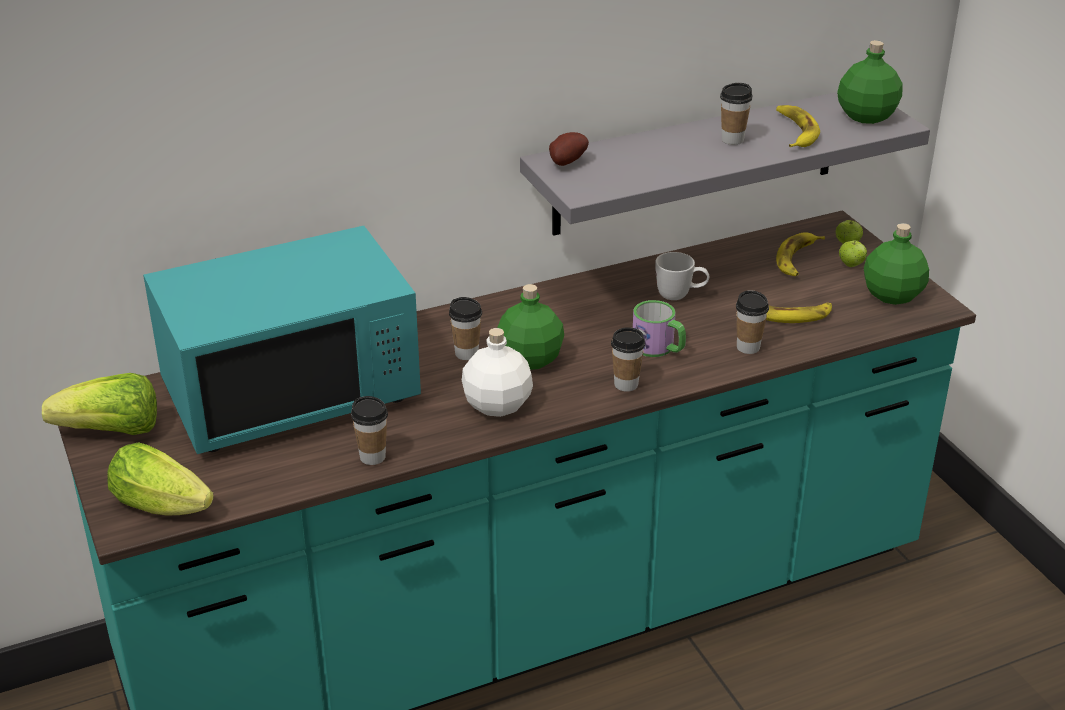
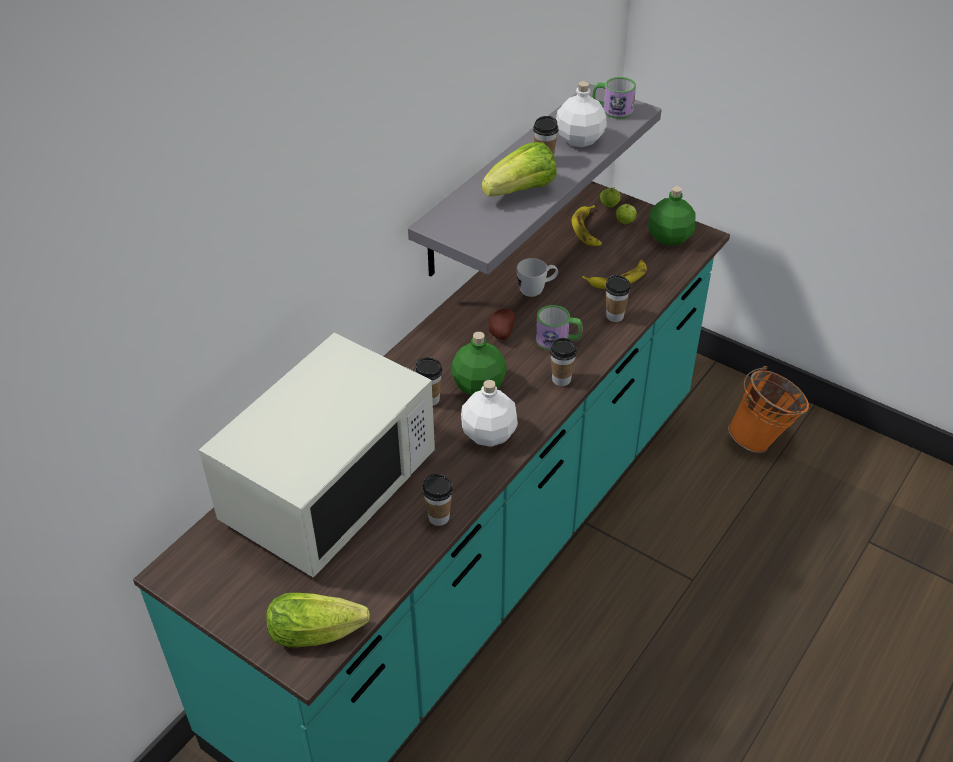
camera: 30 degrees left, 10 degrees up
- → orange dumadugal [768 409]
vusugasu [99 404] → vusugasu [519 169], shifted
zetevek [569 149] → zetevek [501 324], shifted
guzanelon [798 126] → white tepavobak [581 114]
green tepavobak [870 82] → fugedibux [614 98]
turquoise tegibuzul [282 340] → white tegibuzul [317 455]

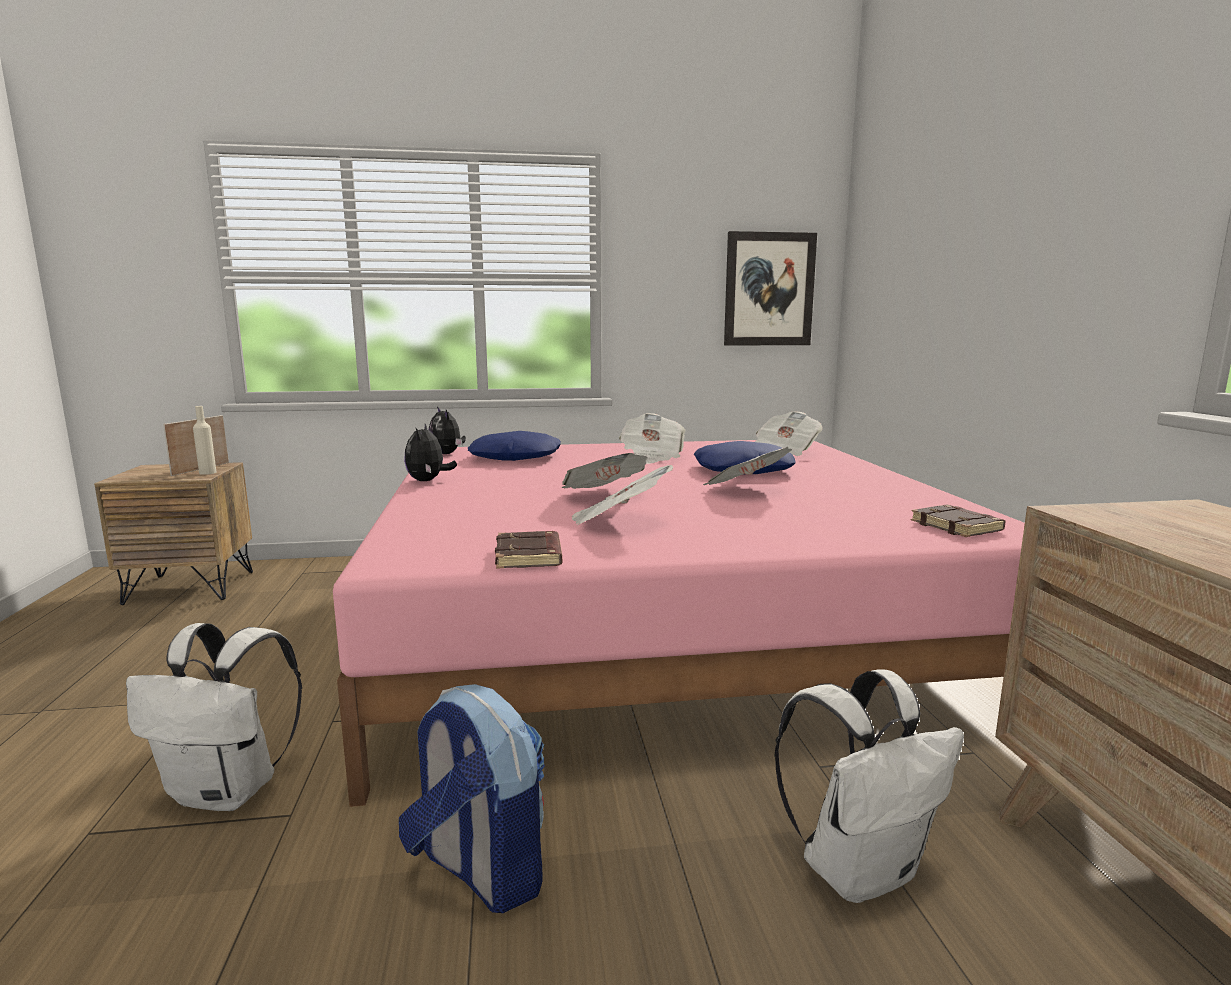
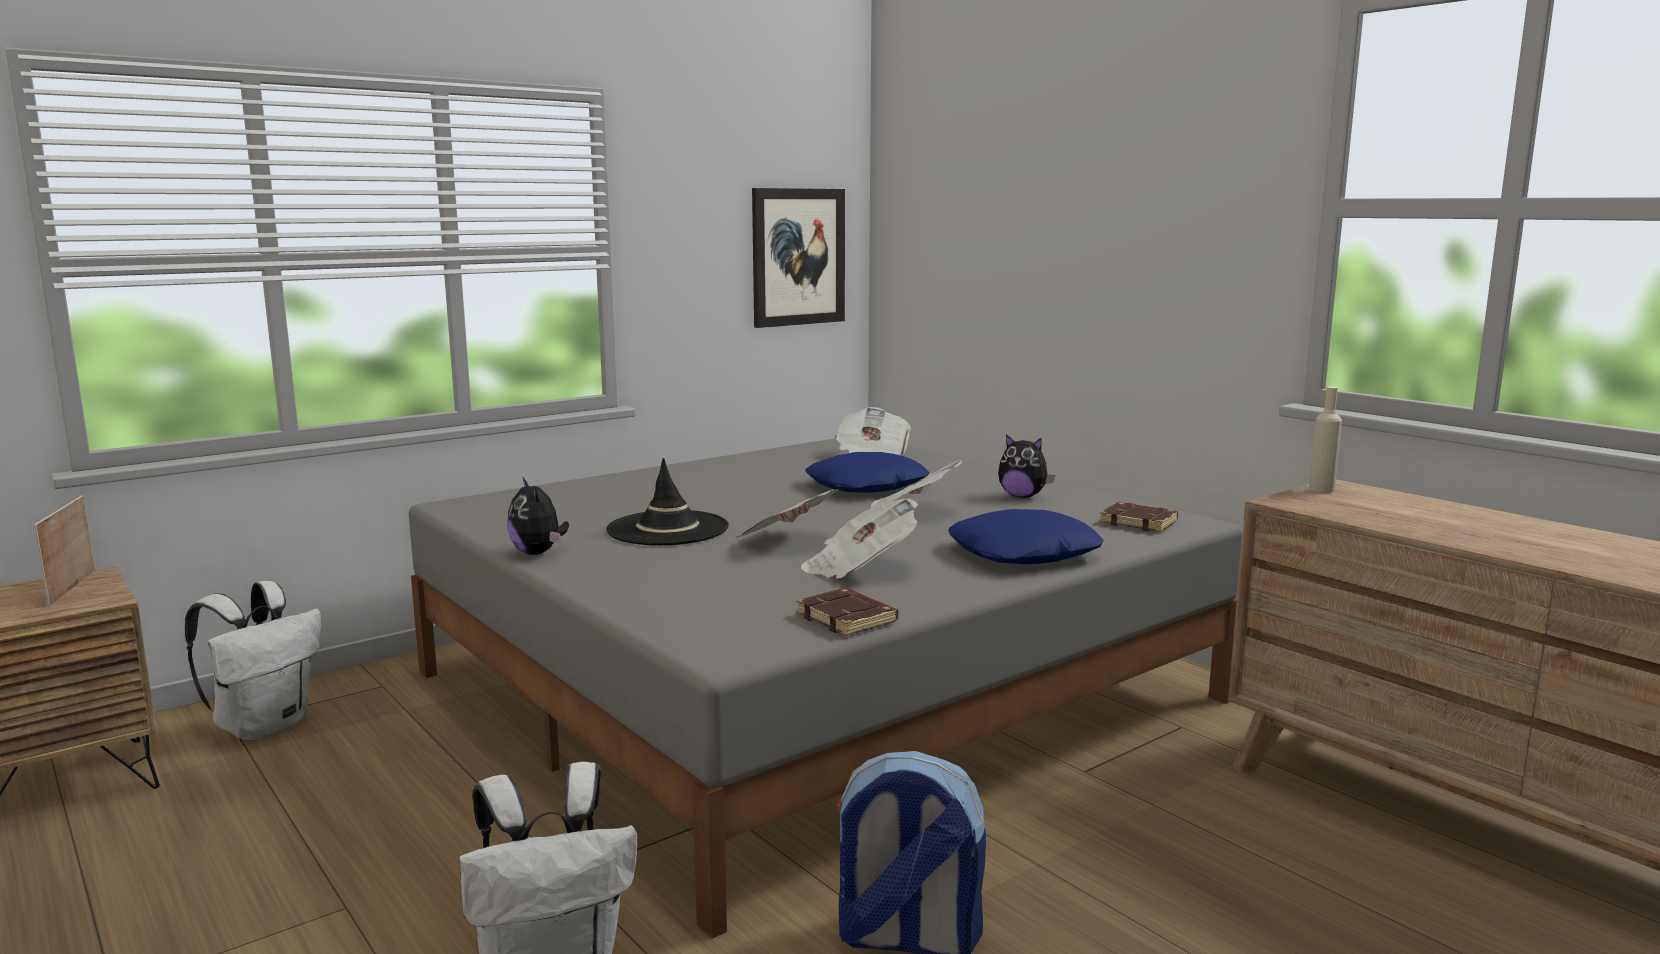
camera: 30 degrees left, 0 degrees up
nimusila [652 438] → -
- → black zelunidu [667 501]
beige tepavobak [205 440] → beige tepavobak [1325 440], shifted
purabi [447 430] → purabi [1026 466], shifted
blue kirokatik [514 446] → blue kirokatik [1025 536], shifted
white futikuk [869 786] → white futikuk [253 660], shifted
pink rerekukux [679 623] → grey rerekukux [826 688]

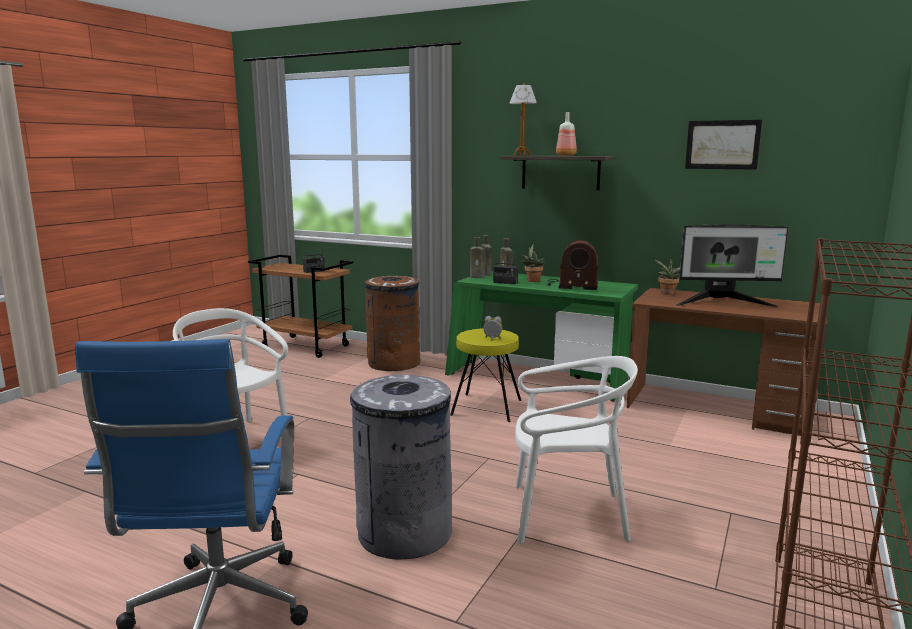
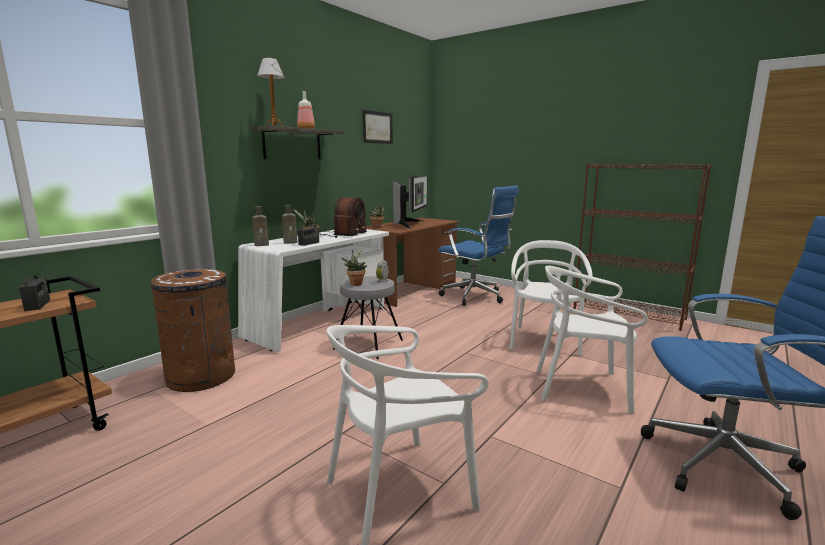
camera: 80 degrees left, 0 degrees up
brown tepavobak [477 257] → -
- → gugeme [354 266]
- → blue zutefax [478 246]
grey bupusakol [401 467] → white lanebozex [592 340]
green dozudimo [541 336] → white dozudimo [313 290]
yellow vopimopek [485 375] → grey vopimopek [368 317]

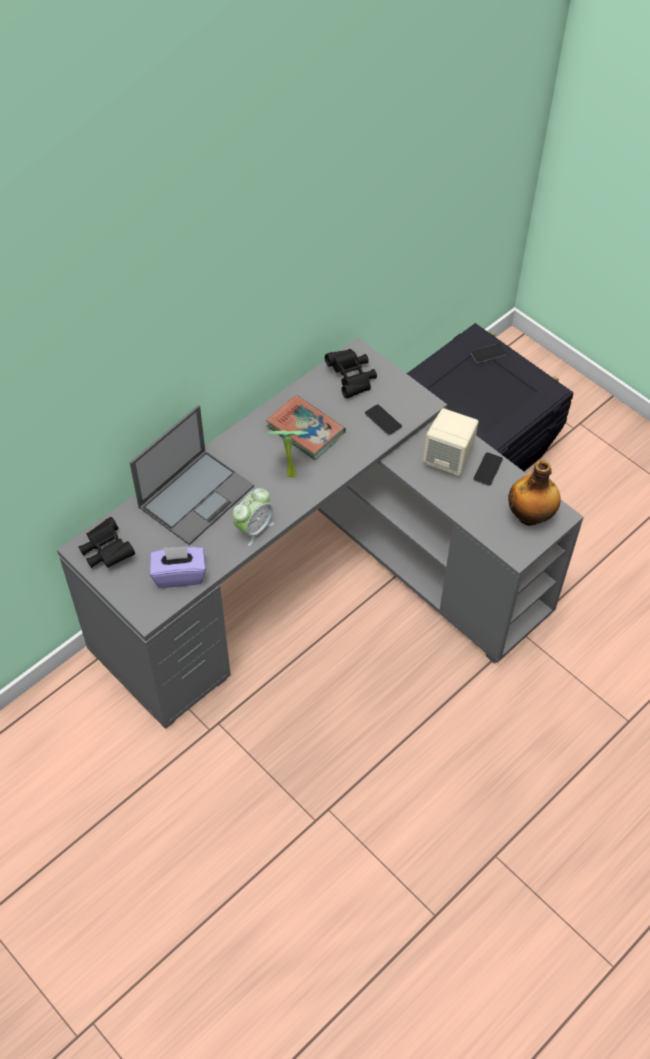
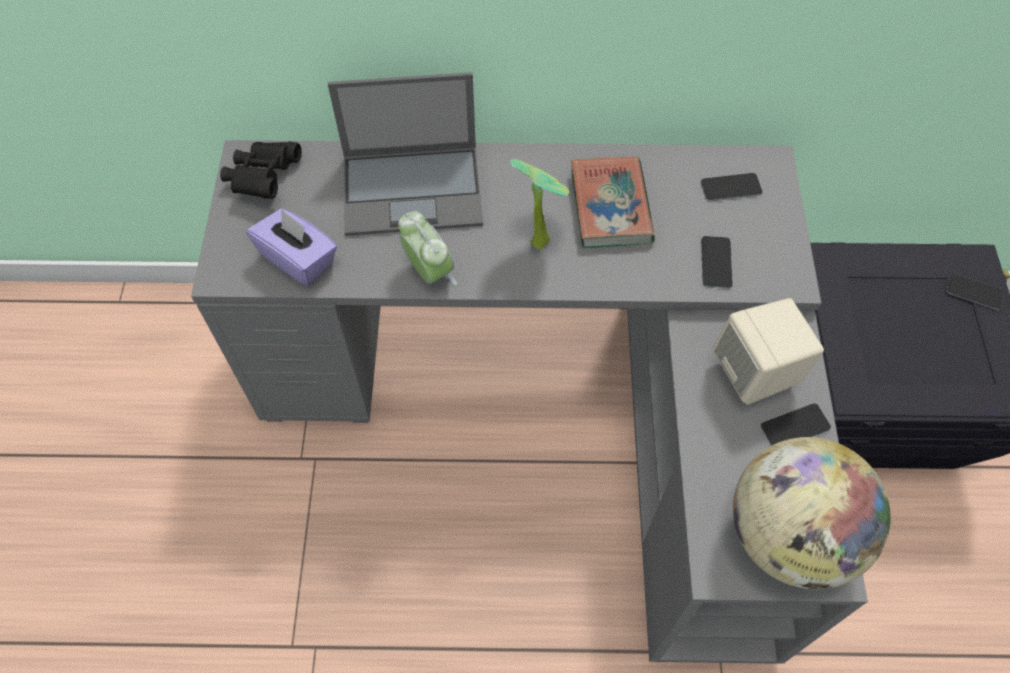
camera: 45 degrees right, 5 degrees up
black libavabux [351 373] → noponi [731 187]
tepavobak [534 493] → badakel [812 513]
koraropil [253 517] → koraropil [427 248], 120 degrees counterclockwise

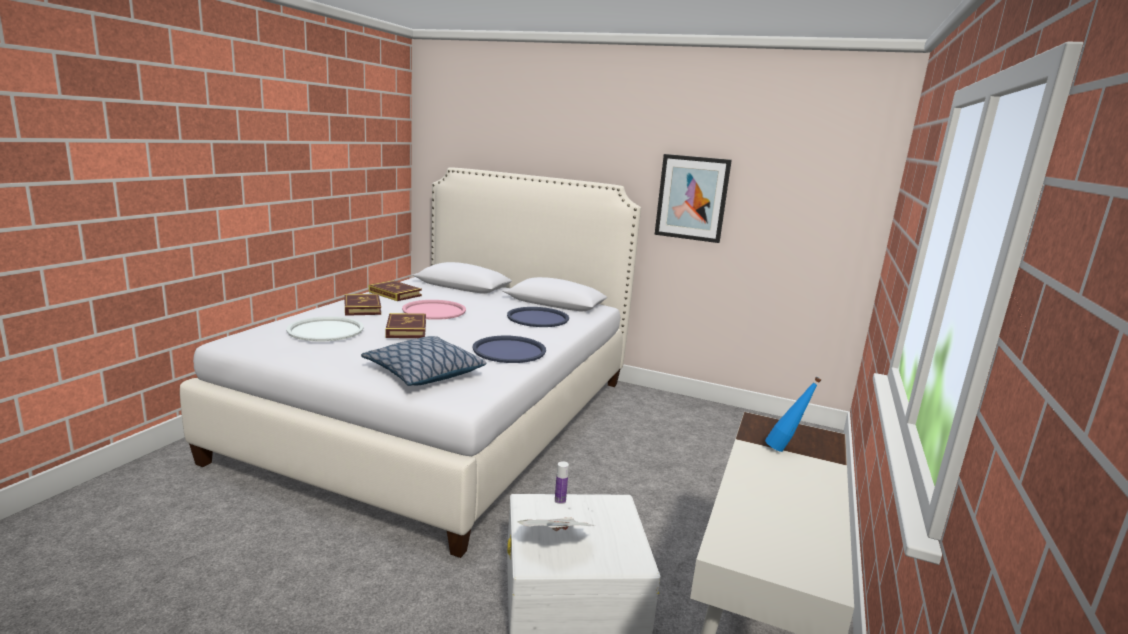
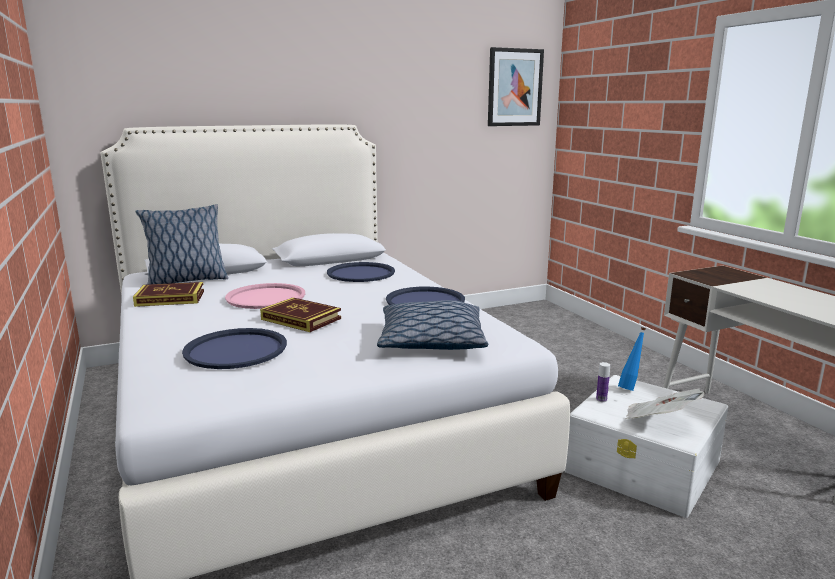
camera: 45 degrees left, 0 degrees up
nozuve [362 305] → -
- → kirokatik [181 244]
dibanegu [693 198] → dibanegu [516 86], shifted
blue tepavobak [793 414] → blue tepavobak [632 359], shifted
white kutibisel [325 328] → blue kutibisel [234 348]

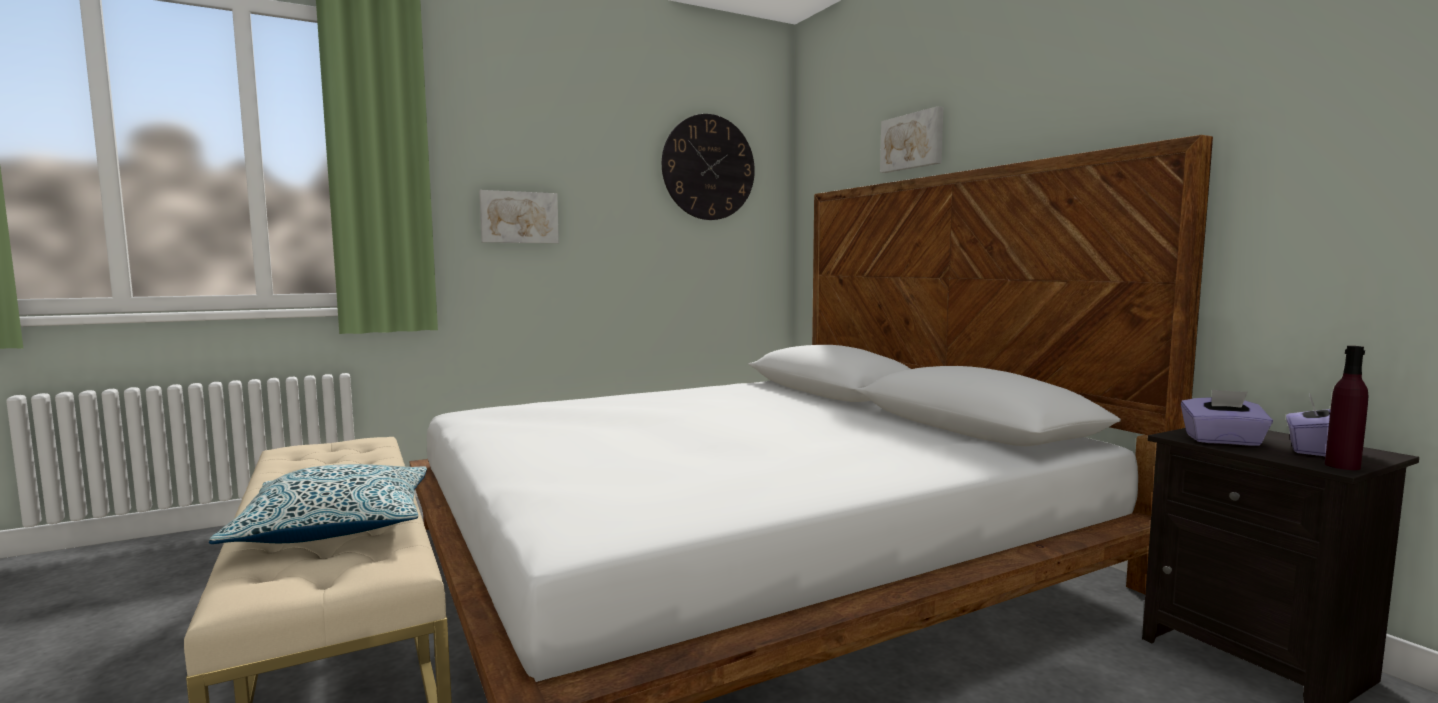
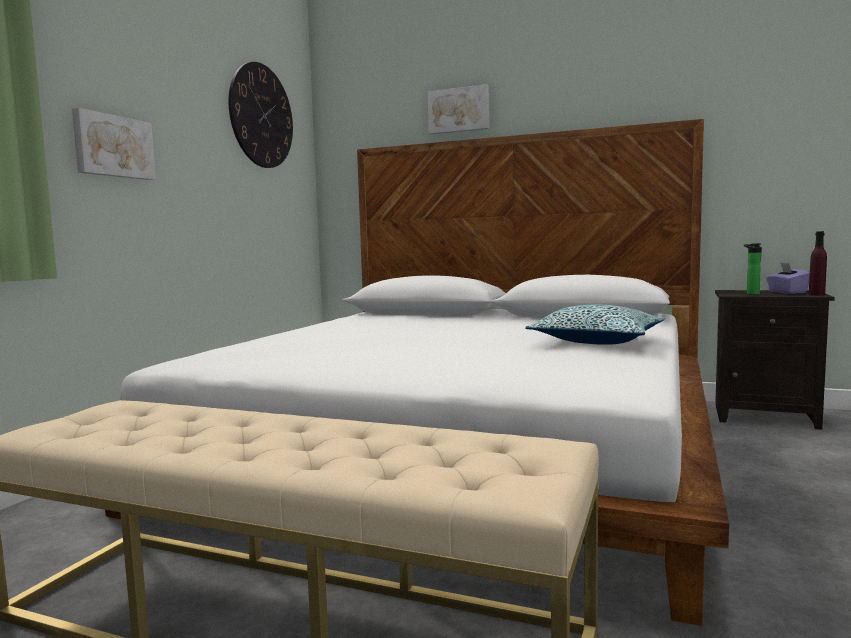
camera: 40 degrees left, 0 degrees up
kirokatik [318 504] → kirokatik [595 325], shifted
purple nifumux [1227 417] → tepavobak [753 269]

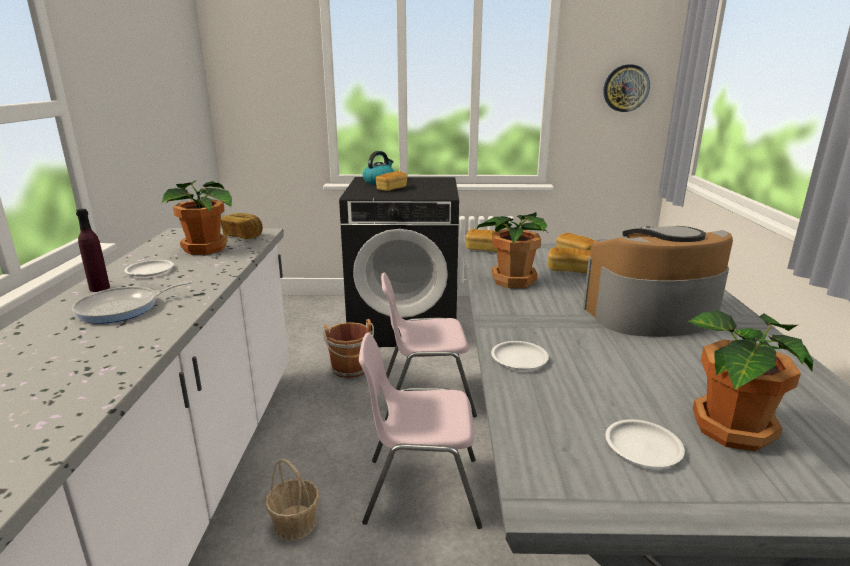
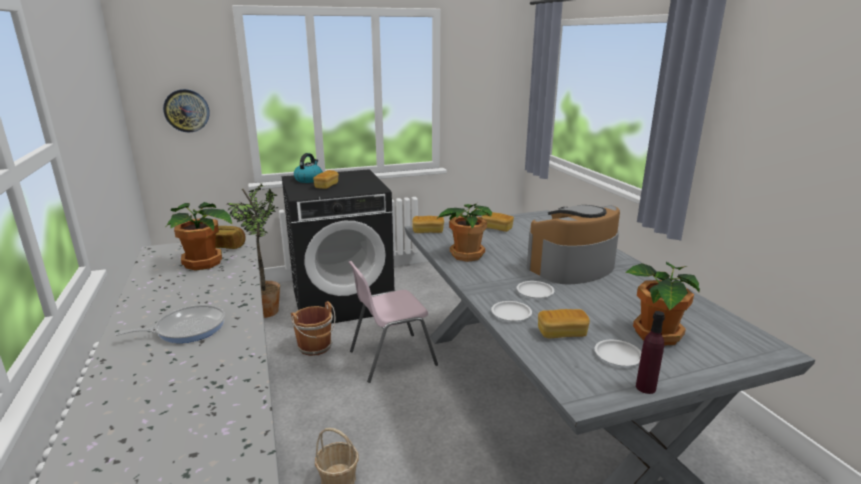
camera: 20 degrees left, 0 degrees up
pink lanebozex [420 431] → -
- → gugeme [253 250]
purple tepavobak [93 250] → purple tepavobak [650 352], shifted
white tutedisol [149 268] → white tutedisol [535 289], shifted
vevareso [569 260] → vevareso [564 323], shifted
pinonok [626 88] → pinonok [186 110], shifted
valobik [132 302] → valobik [170 324], 150 degrees counterclockwise

